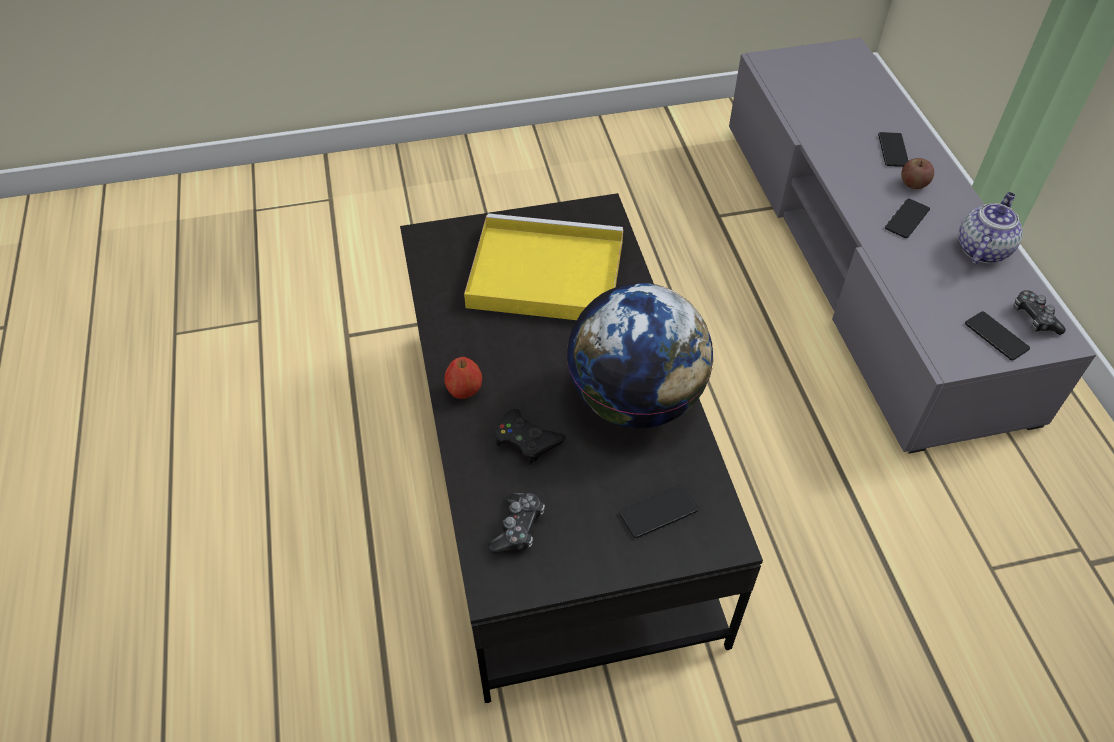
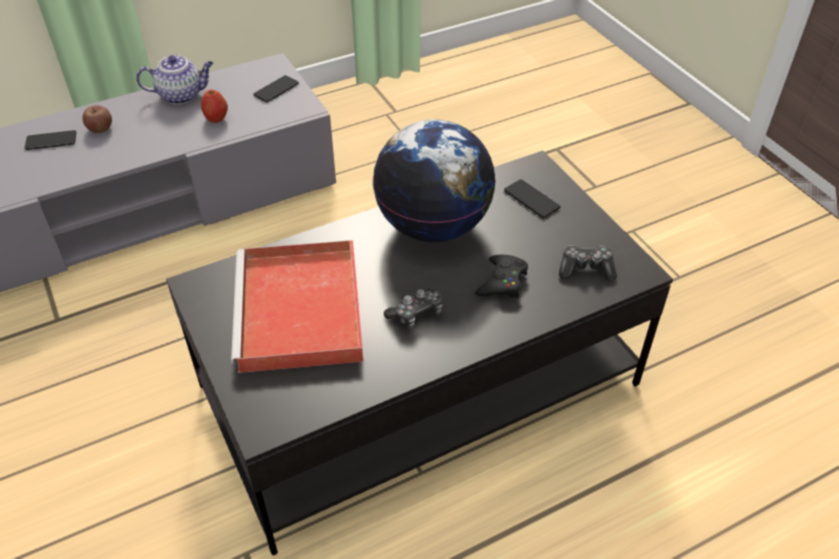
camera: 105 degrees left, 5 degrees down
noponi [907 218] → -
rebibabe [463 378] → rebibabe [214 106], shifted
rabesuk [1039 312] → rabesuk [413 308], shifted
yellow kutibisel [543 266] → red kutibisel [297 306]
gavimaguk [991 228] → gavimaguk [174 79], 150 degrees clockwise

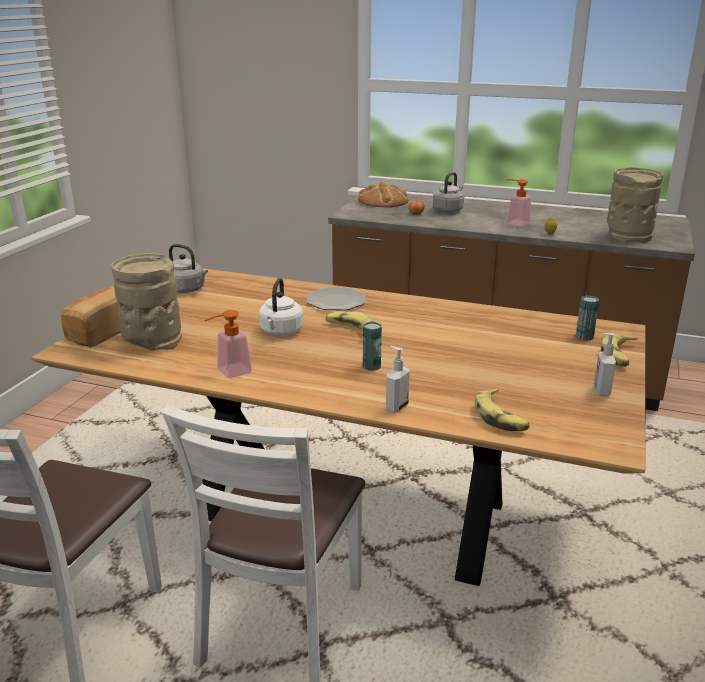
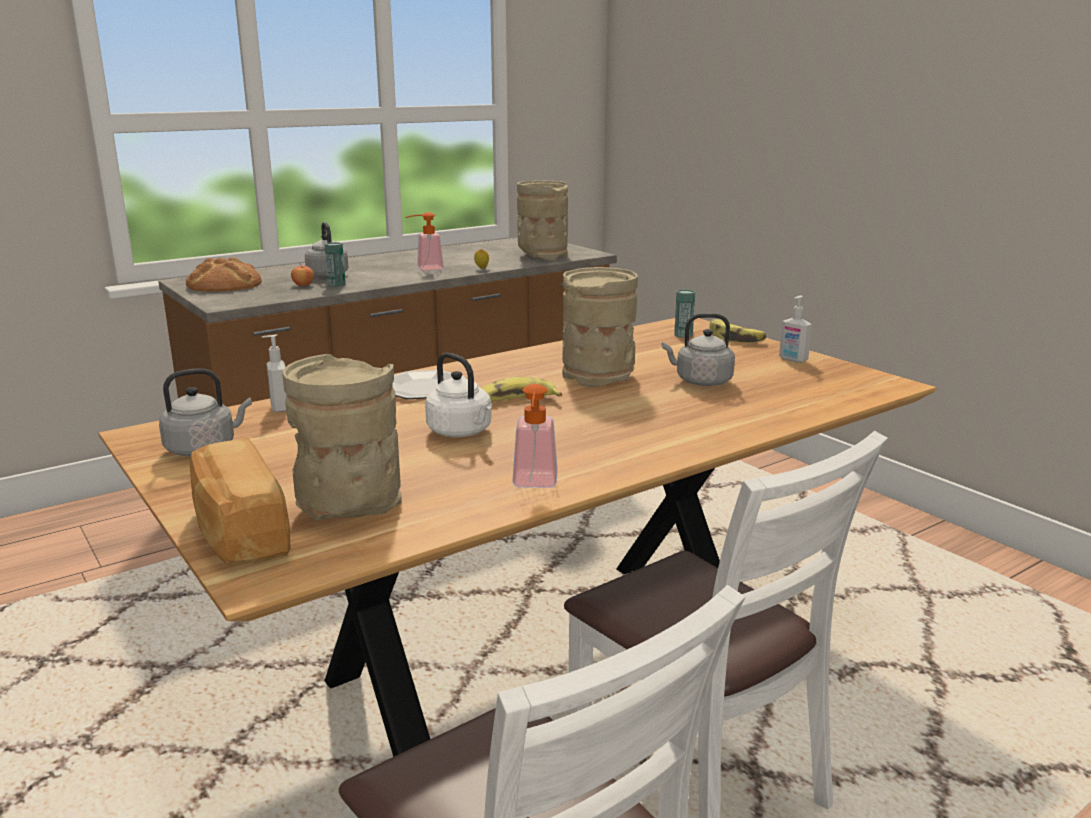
camera: 55 degrees left, 5 degrees down
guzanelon [502 409] → -
- → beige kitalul [600 327]
- → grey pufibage [698 349]
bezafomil [372 346] → bezafomil [335 264], shifted
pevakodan [398 379] → pevakodan [274 373], shifted

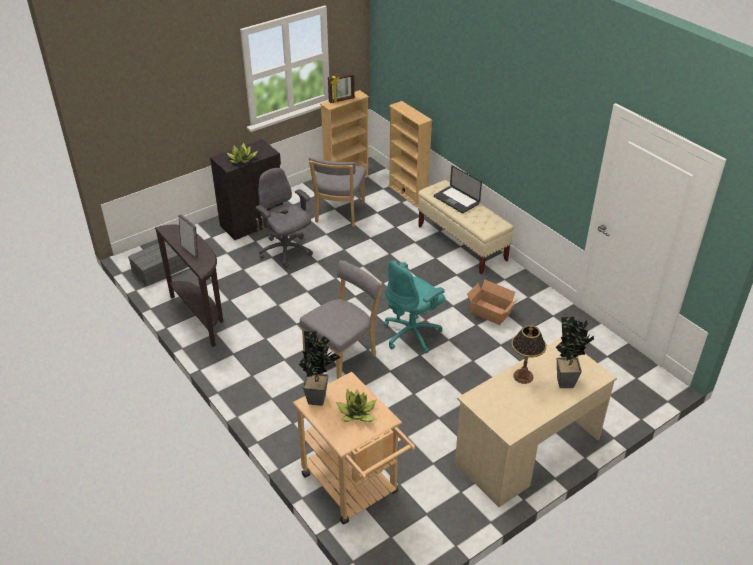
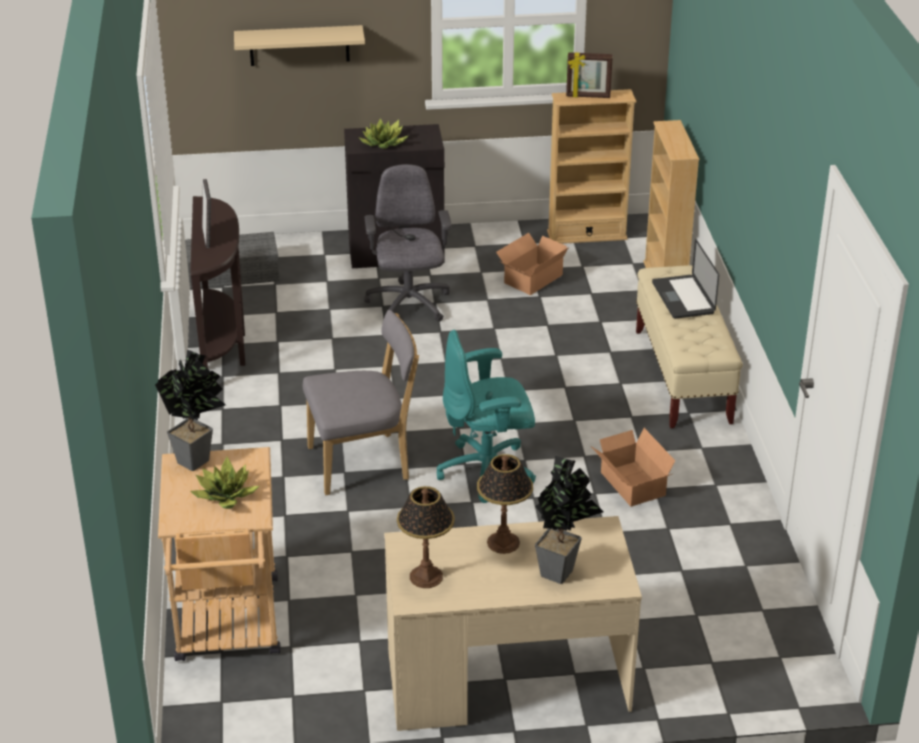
camera: 30 degrees right, 5 degrees down
- → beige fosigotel [299 45]
- → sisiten [426 537]
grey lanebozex [337 192] → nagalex [532 264]

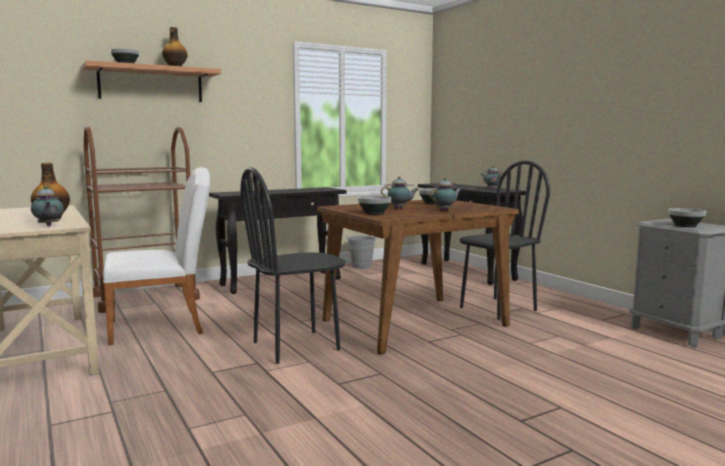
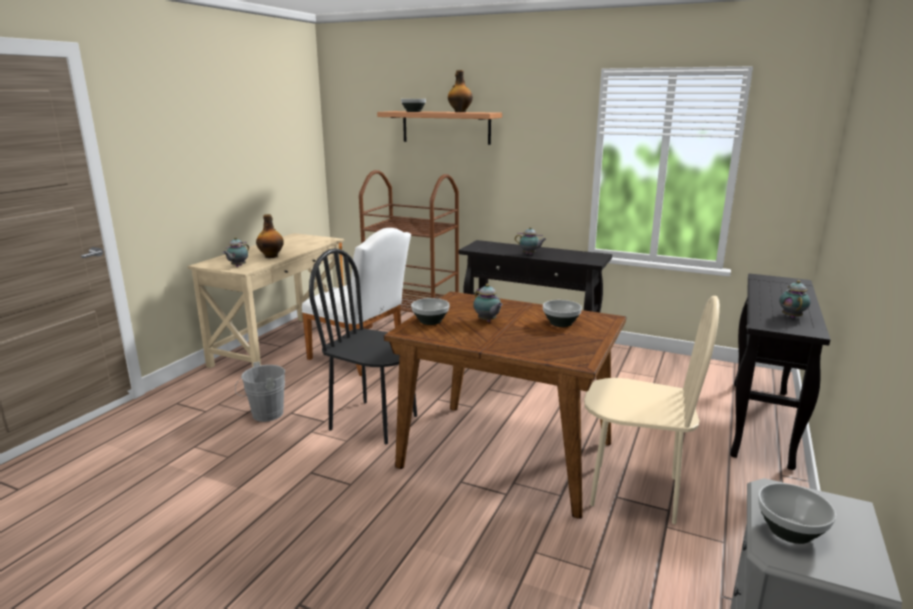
camera: 55 degrees right, 10 degrees up
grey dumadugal [361 252] → grey dumadugal [260 392], shifted
gavimaguk [445 194] → gavimaguk [530 241], shifted
black lanebozex [505 240] → beige lanebozex [652 410]

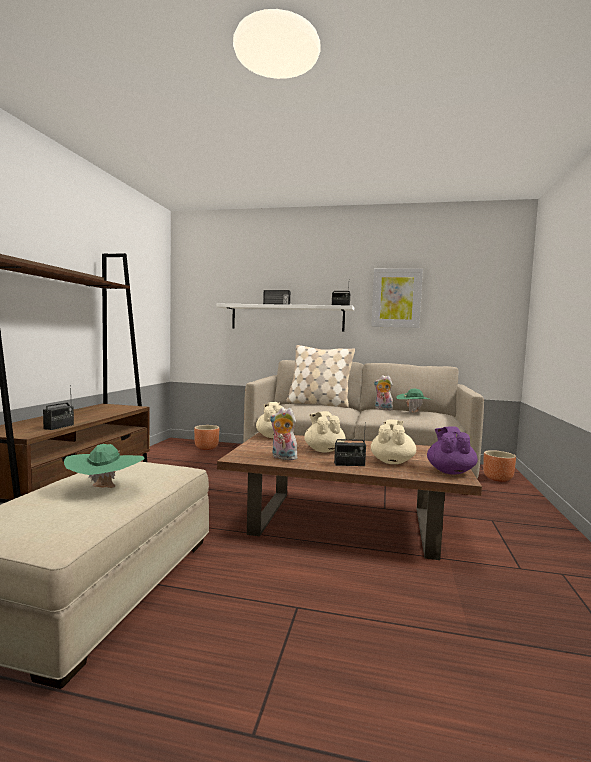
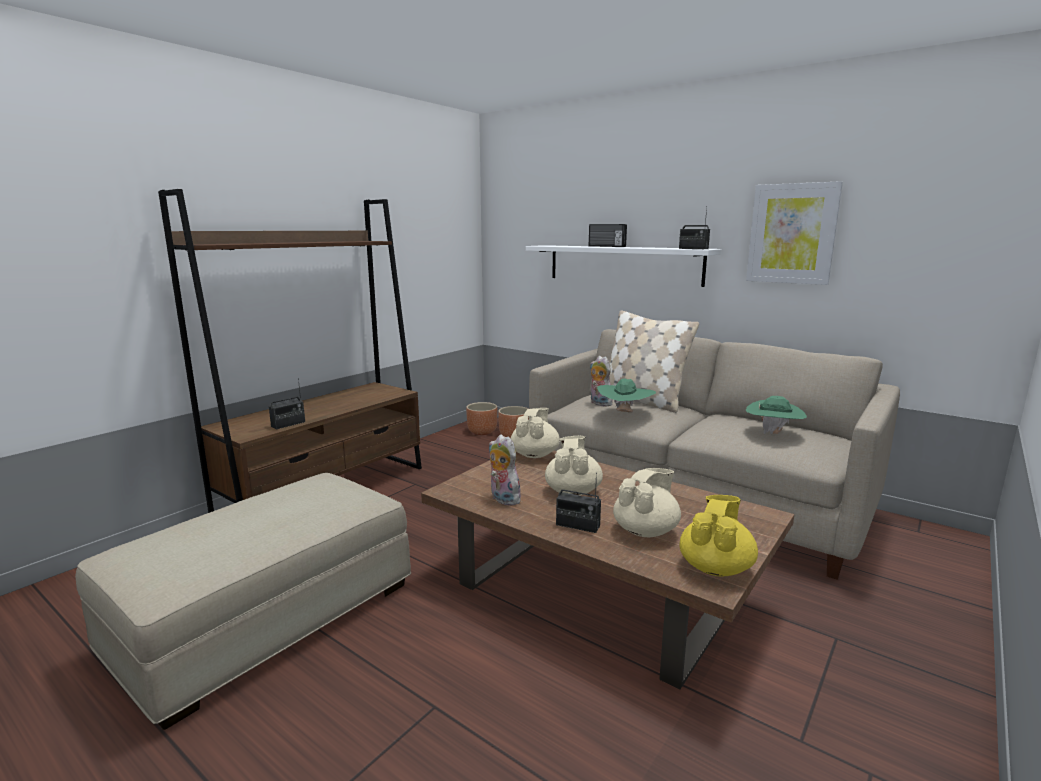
camera: 25 degrees right, 10 degrees up
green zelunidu [104 466] → green zelunidu [626 395], shifted
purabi [383 392] → purabi [601 381], shifted
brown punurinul [499 466] → brown punurinul [482 418], shifted
purple gavimaguk [452 451] → yellow gavimaguk [719 535]

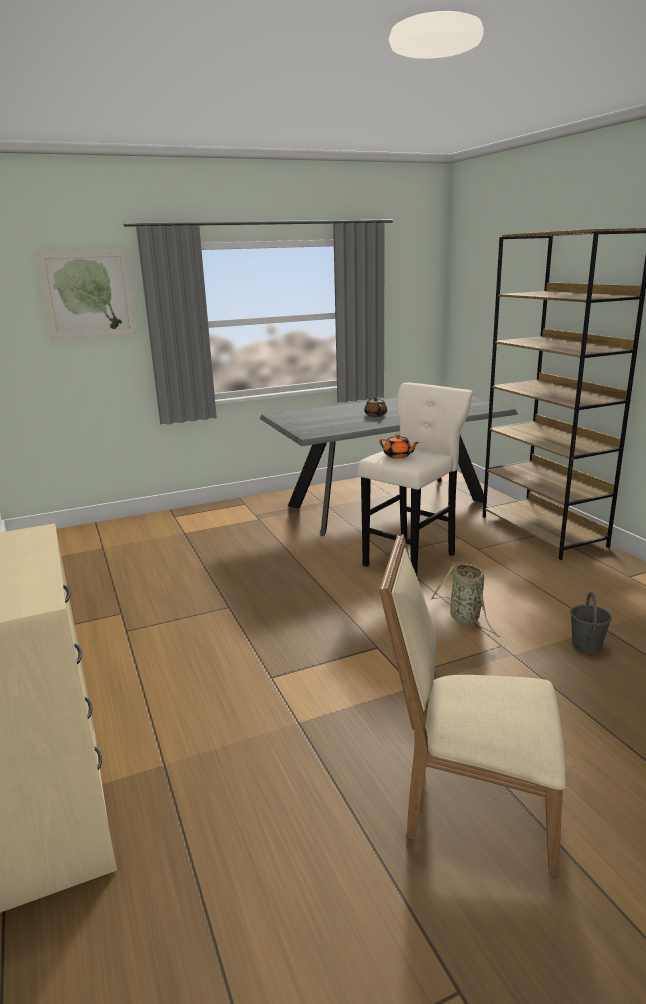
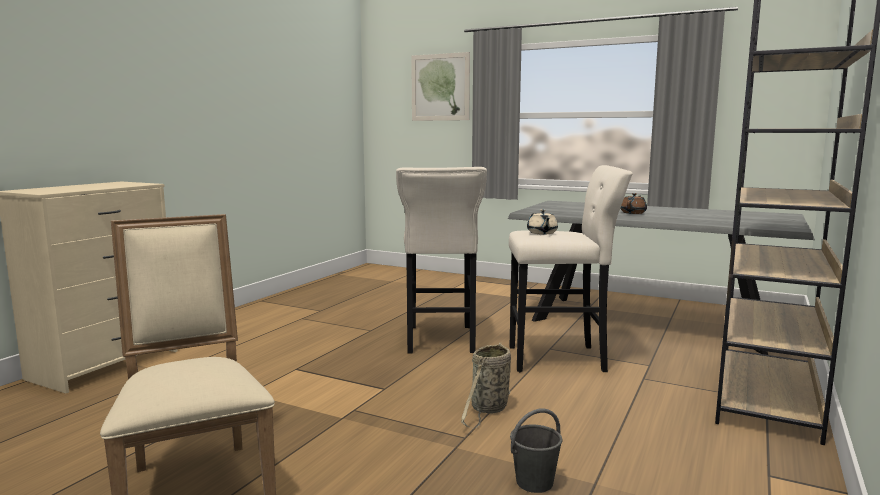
camera: 50 degrees right, 10 degrees down
- → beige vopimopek [441 260]
orange gavimaguk [399 446] → beige gavimaguk [542 222]

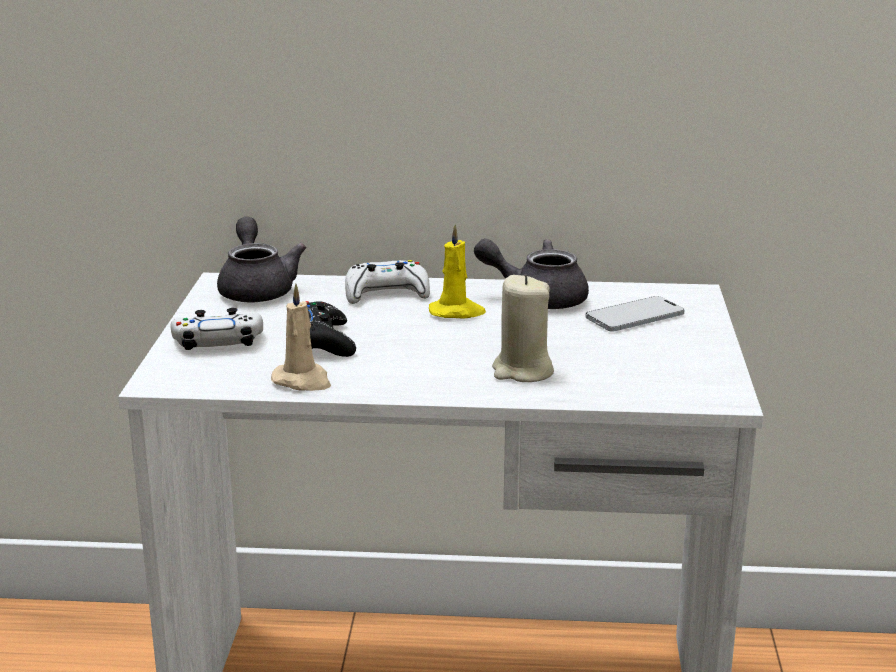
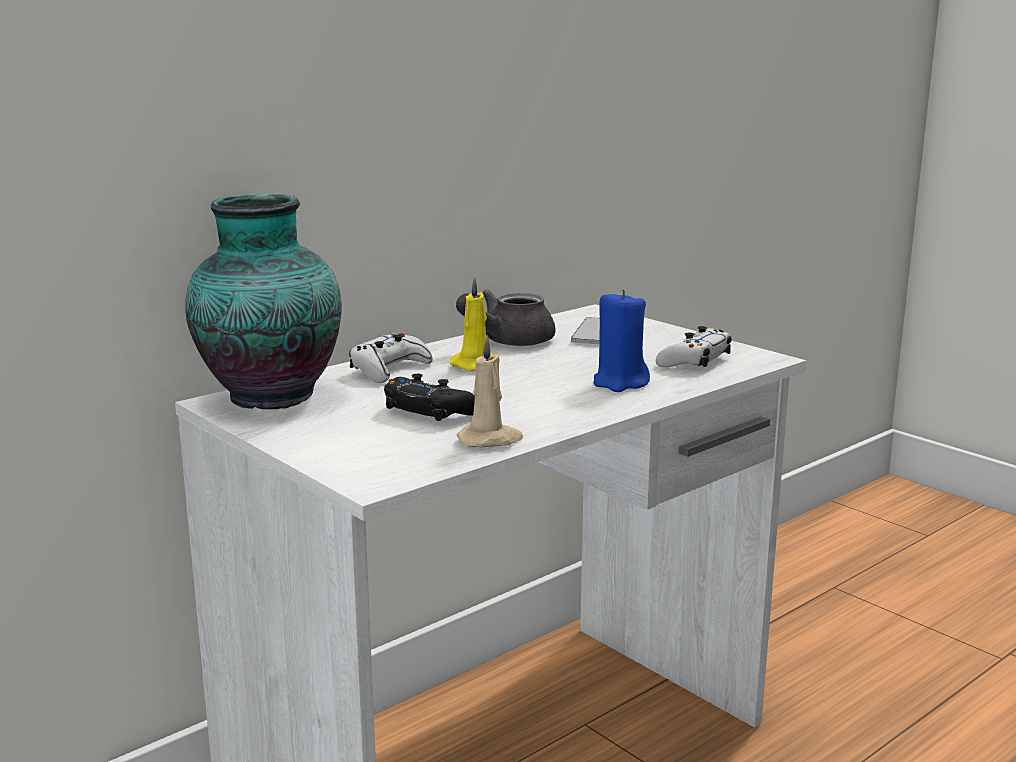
camera: 45 degrees left, 5 degrees down
white rabesuk [217 329] → white rabesuk [694 346], shifted
grey gavimaguk [261 259] → kitalul [263 301]
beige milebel [523 328] → blue milebel [621 341]

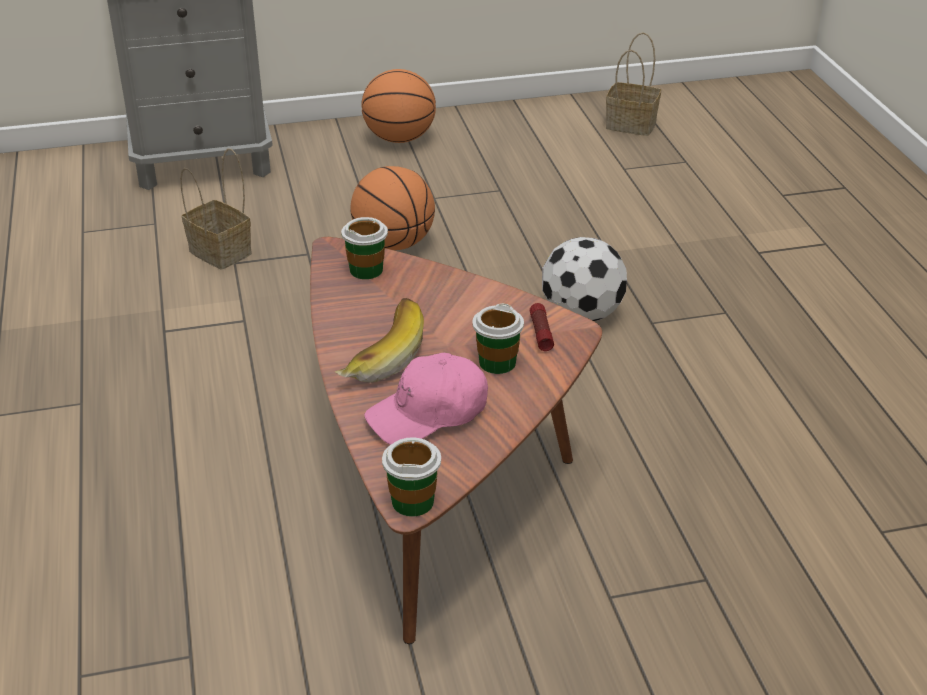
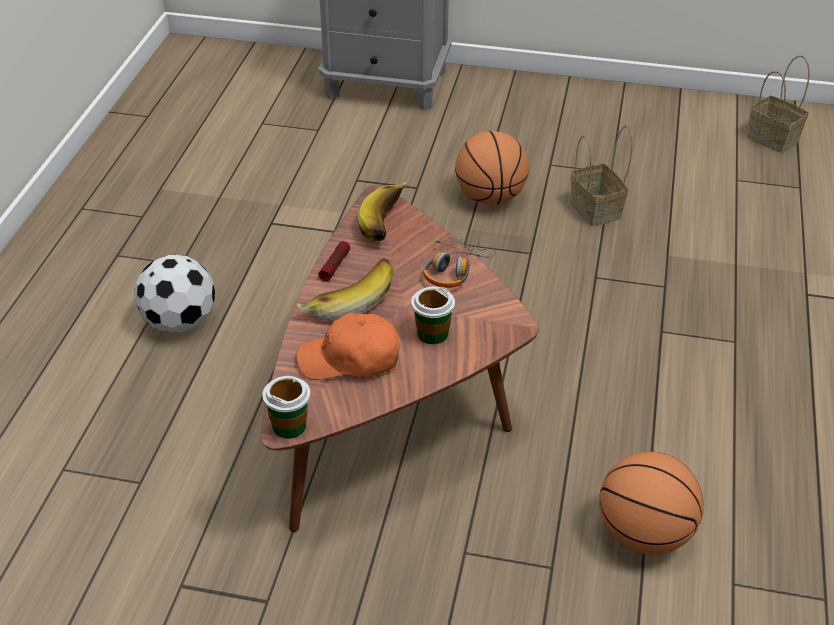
camera: 25 degrees right, 5 degrees up
- → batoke [459 262]
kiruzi [216 208] → kiruzi [601 175], shifted
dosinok [398 106] → dosinok [651 503], shifted
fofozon [542 327] → fofozon [334 261], shifted
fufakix [584 279] → fufakix [174 293], shifted
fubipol [364 248] → guzanelon [383 212]
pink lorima [426 399] → orange lorima [348 346]

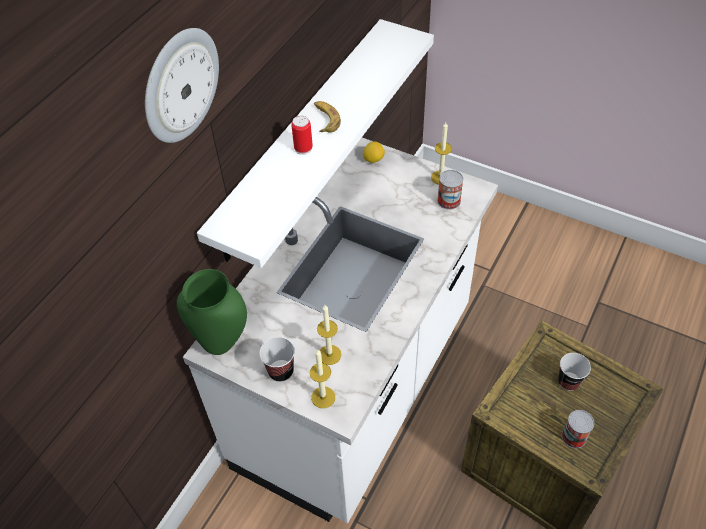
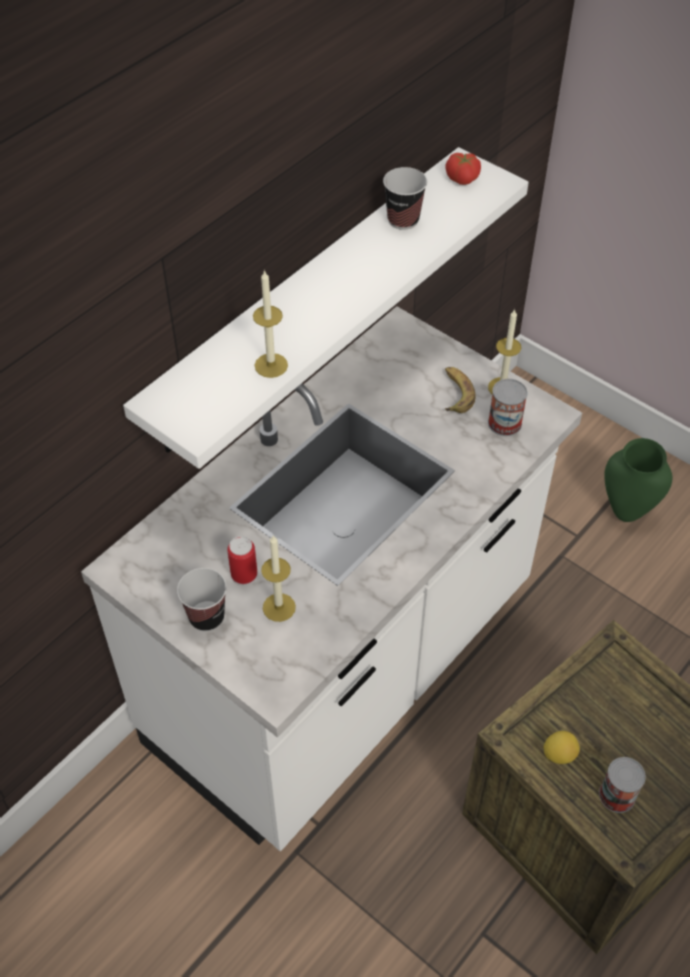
camera: 10 degrees right, 0 degrees up
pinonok [182 85] → -
- → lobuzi [463 169]
green kitalul [212 312] → green kitalul [638 480], shifted
bezafomil [302 135] → bezafomil [242 561], shifted
milebel [322 379] → milebel [270 324], shifted
guzanelon [327 117] → guzanelon [460 390], shifted
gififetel [374 152] → gififetel [562 747], shifted
fubipol [574 372] → fubipol [405 198], shifted

